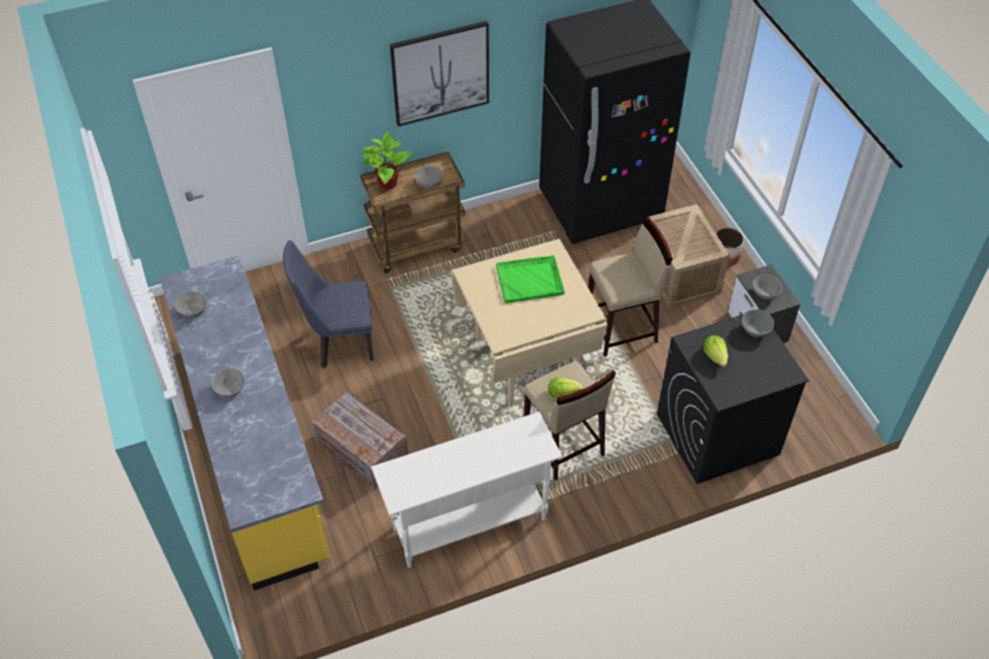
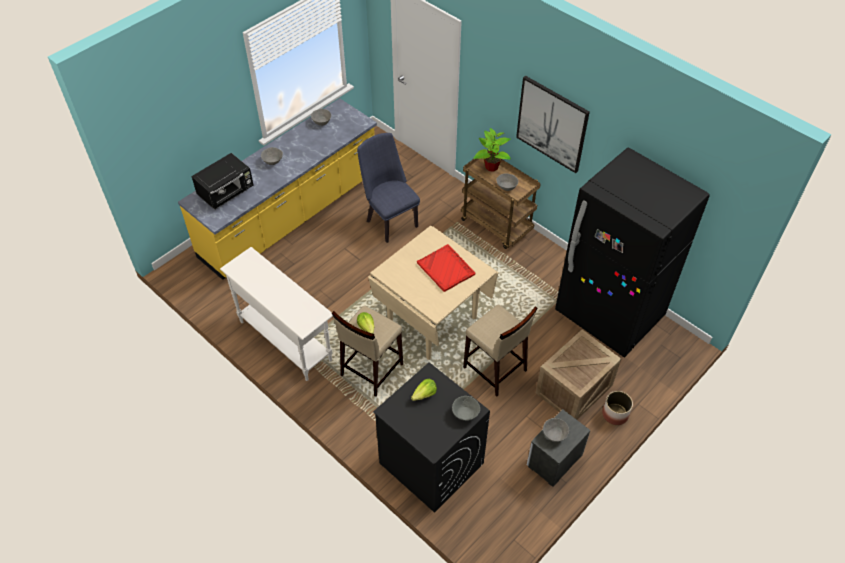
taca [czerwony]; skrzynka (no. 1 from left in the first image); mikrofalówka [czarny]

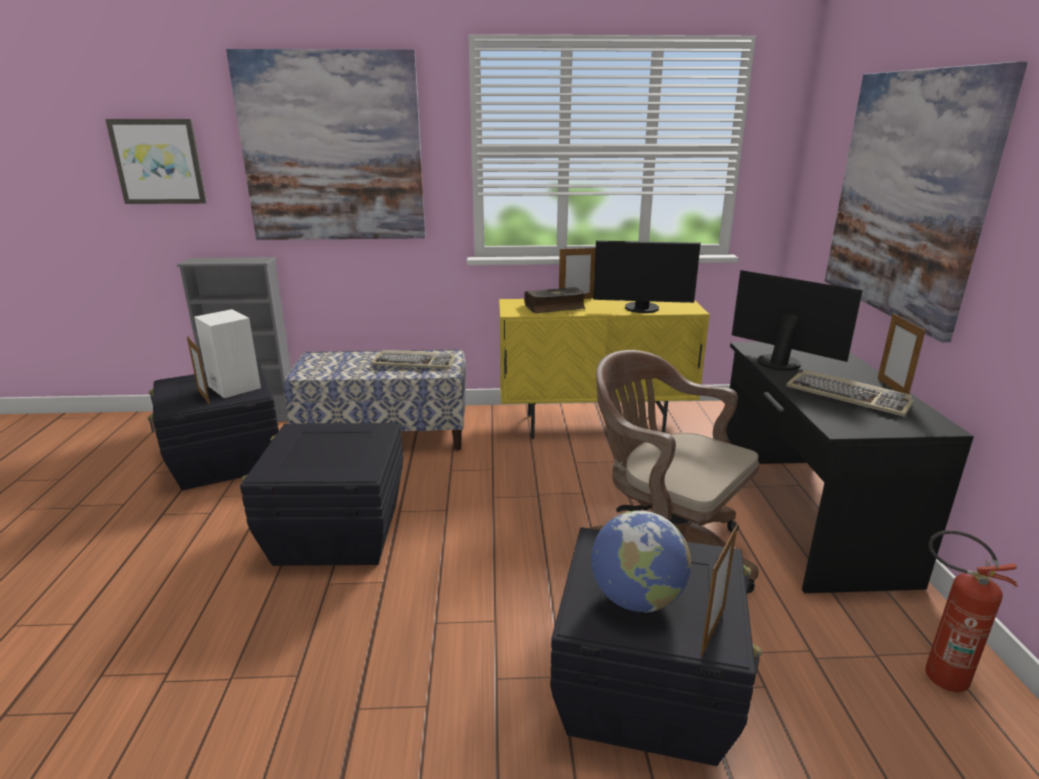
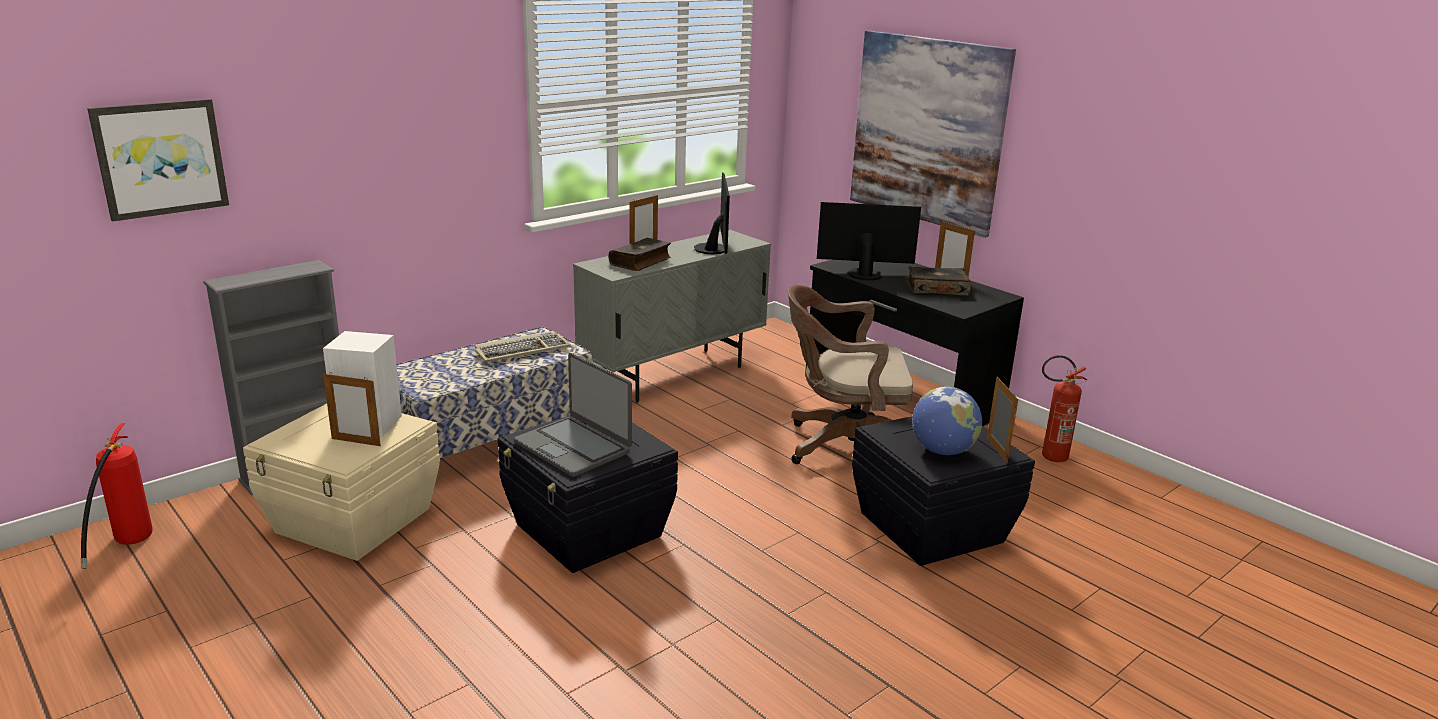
obraz (no. 2 from left in the first image); monitor (no. 1 from left); szafka [szary]; pojemnik do przechowywania [beżowy]; książka (no. 2 from left); laptop; gaśnica (no. 1 from left)

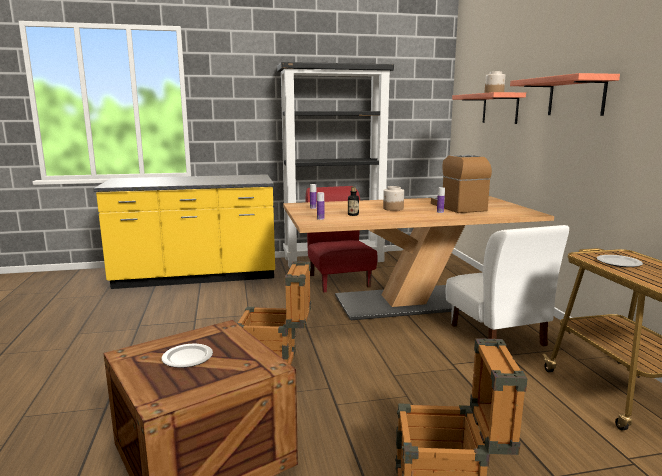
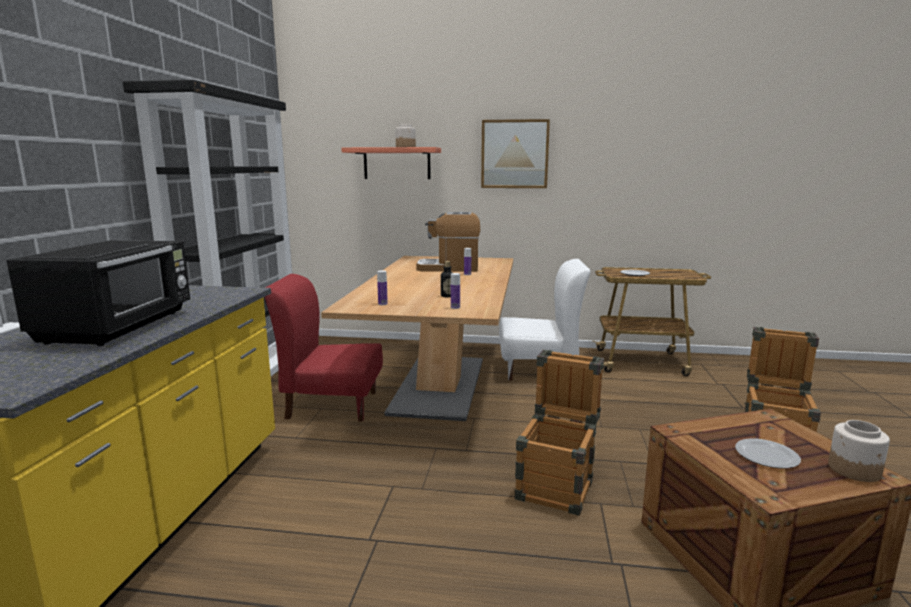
obraz; słoik (no. 2 from left); mikrofalówka [czarny]

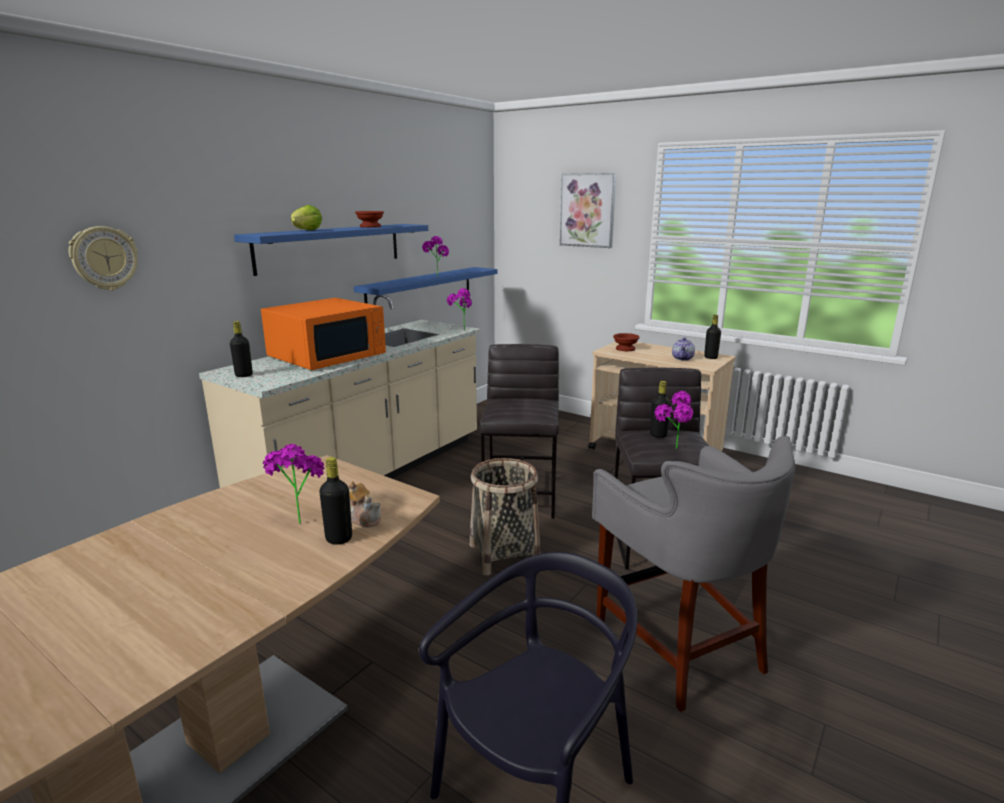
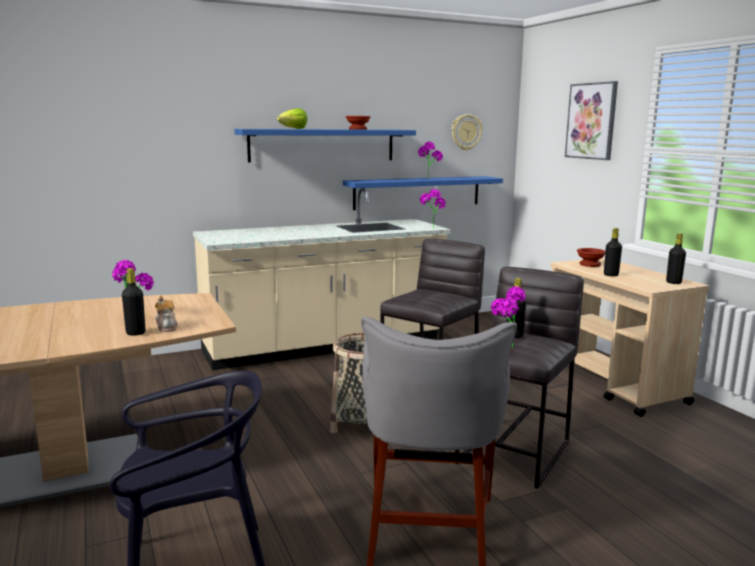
zegar ścienny; mikrofalówka [pomarańczowy]; butelka [czarny] (no. 3 from left); imbryk (no. 2 from left in the first image)

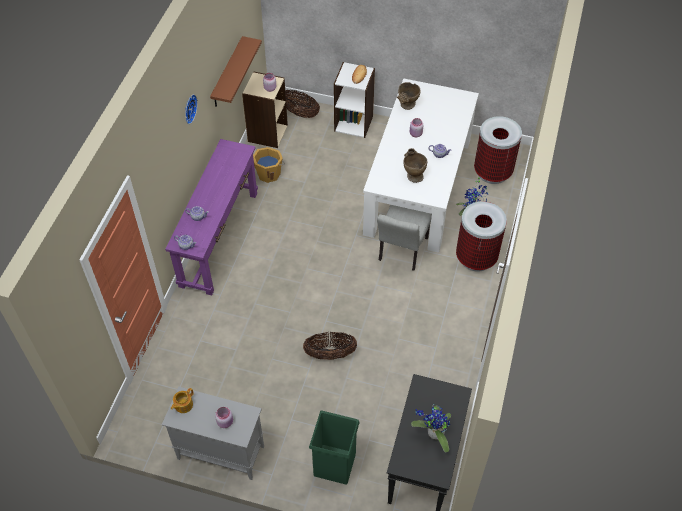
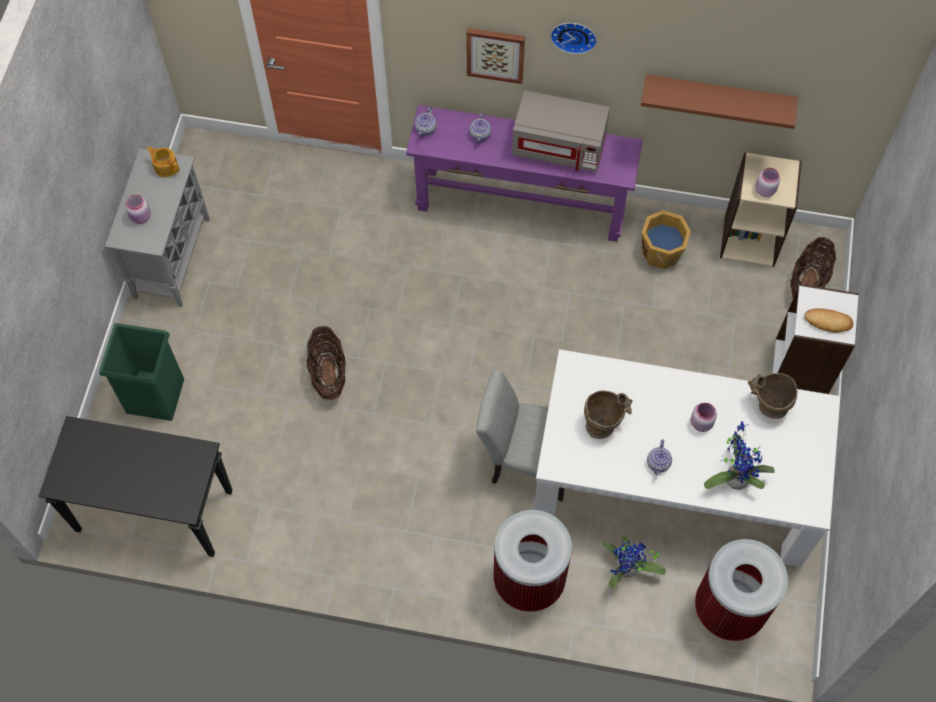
roślina doniczkowa (no. 2 from left); obraz; mikrofalówka [szary]

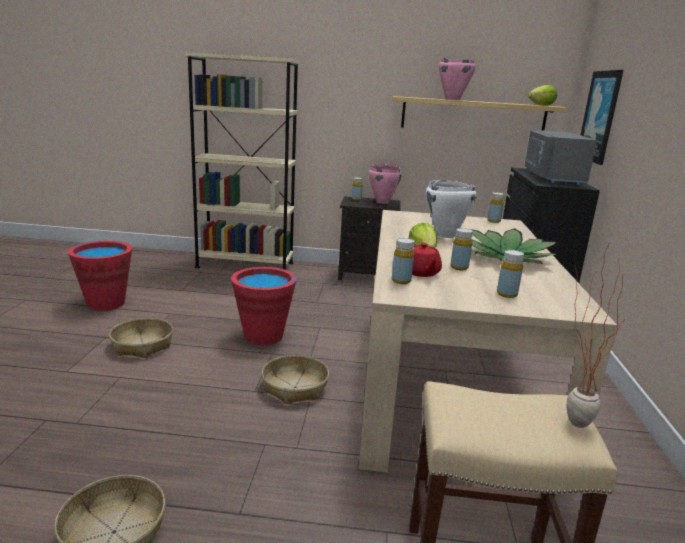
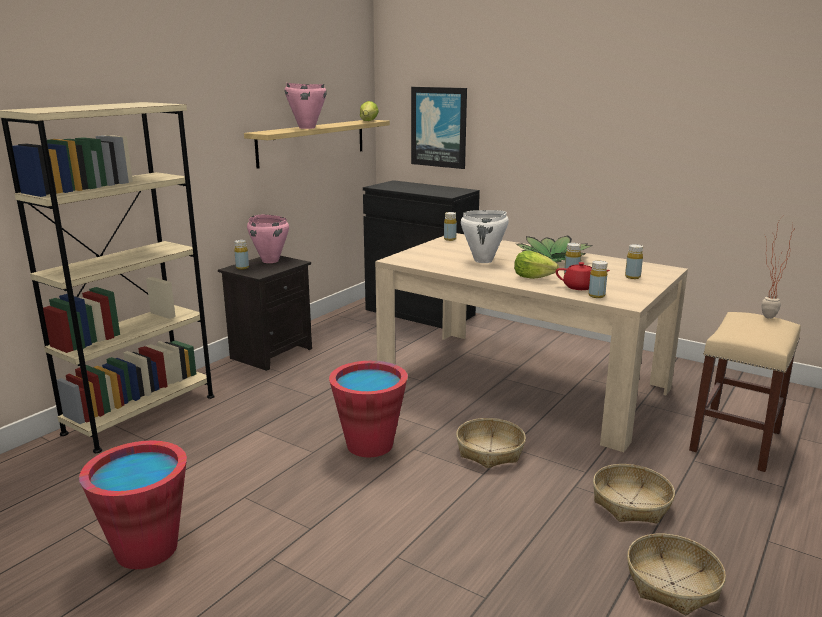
mikrofalówka [szary]; koszyk (no. 2 from left)

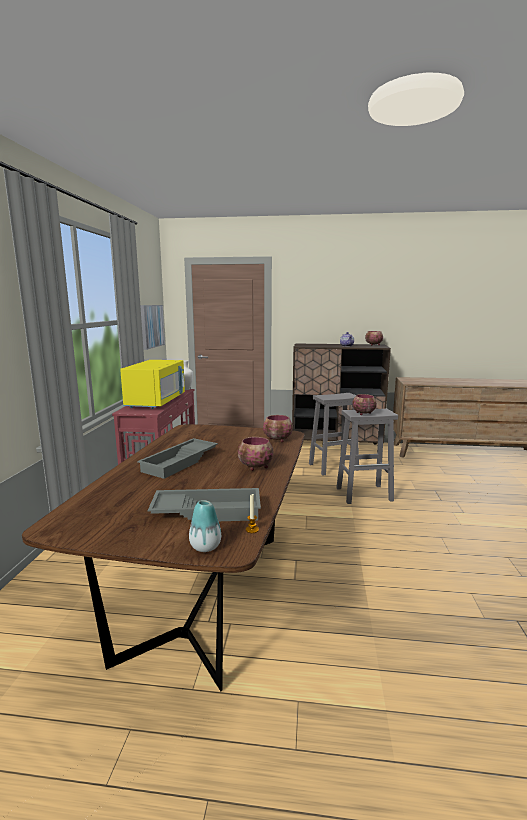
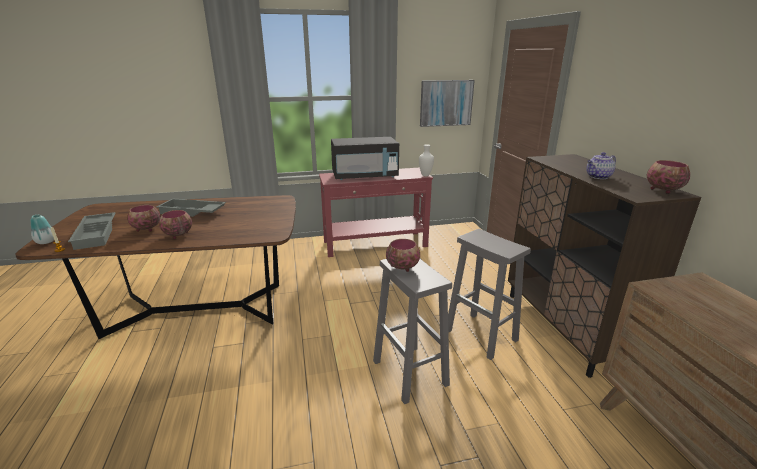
mikrofalówka [czarny]; miska (no. 1 from left)

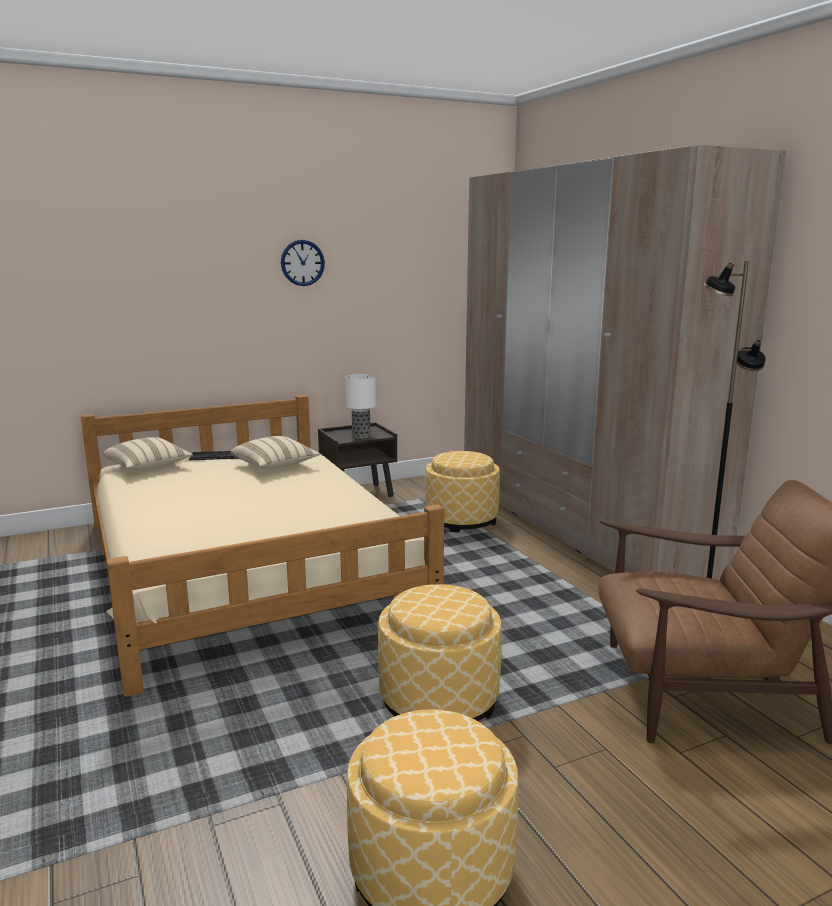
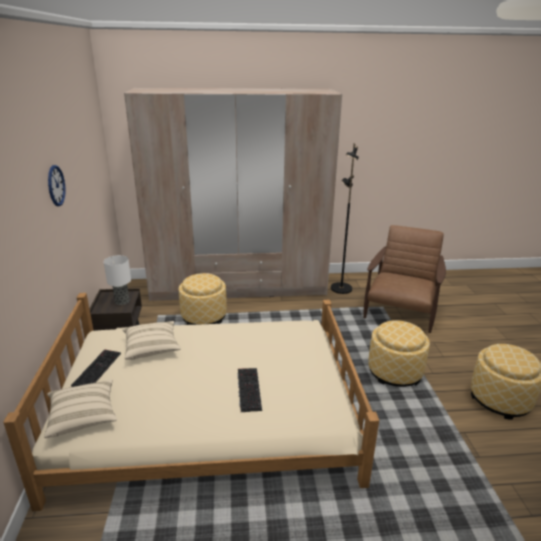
klawiatura (no. 2 from left)

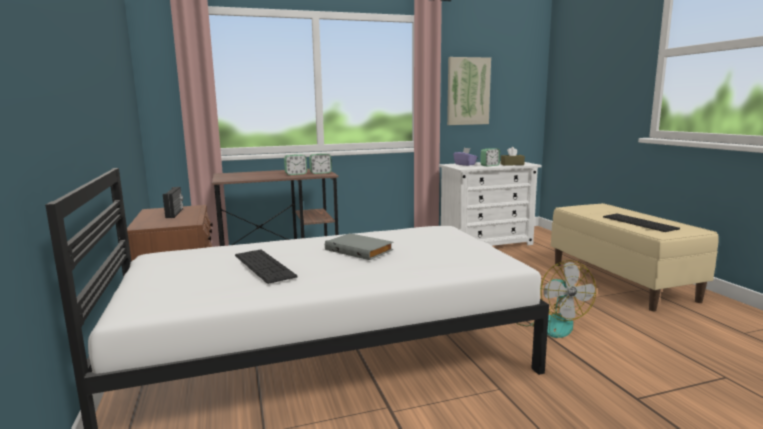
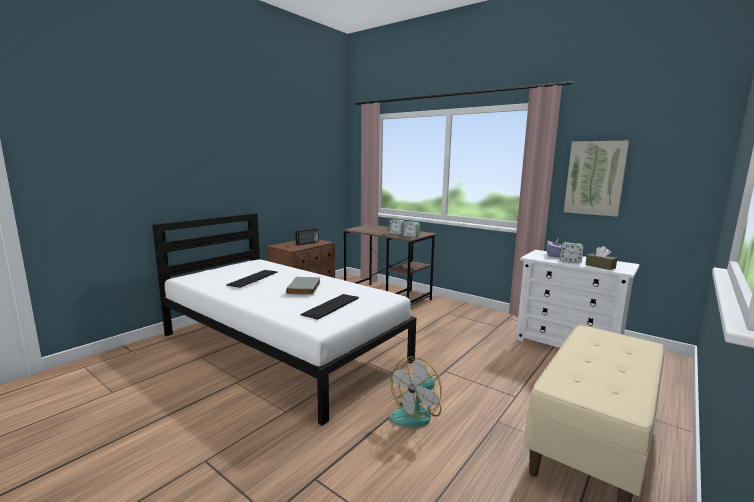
klawiatura (no. 2 from left)

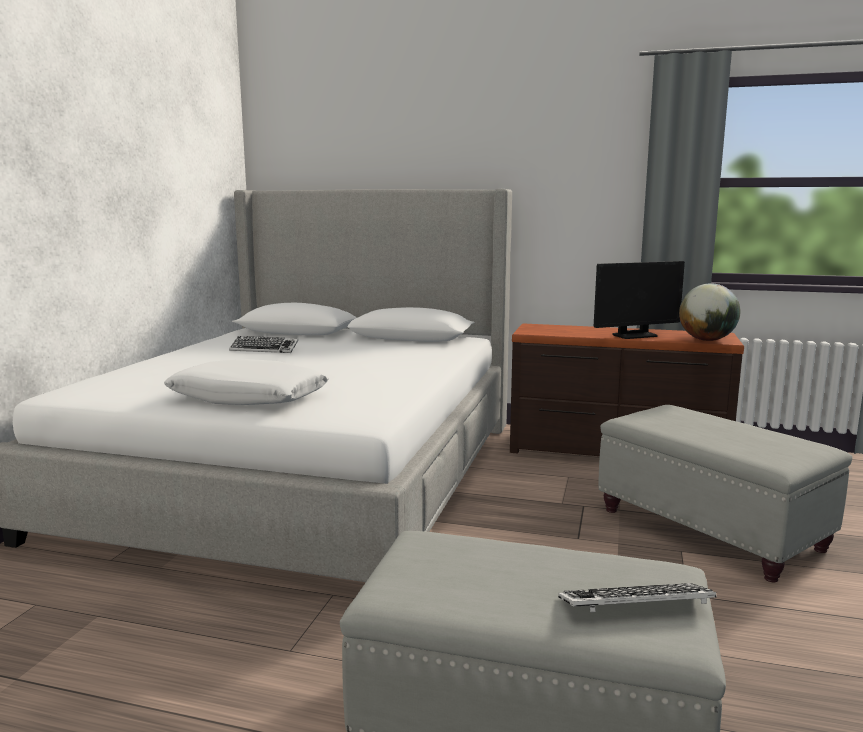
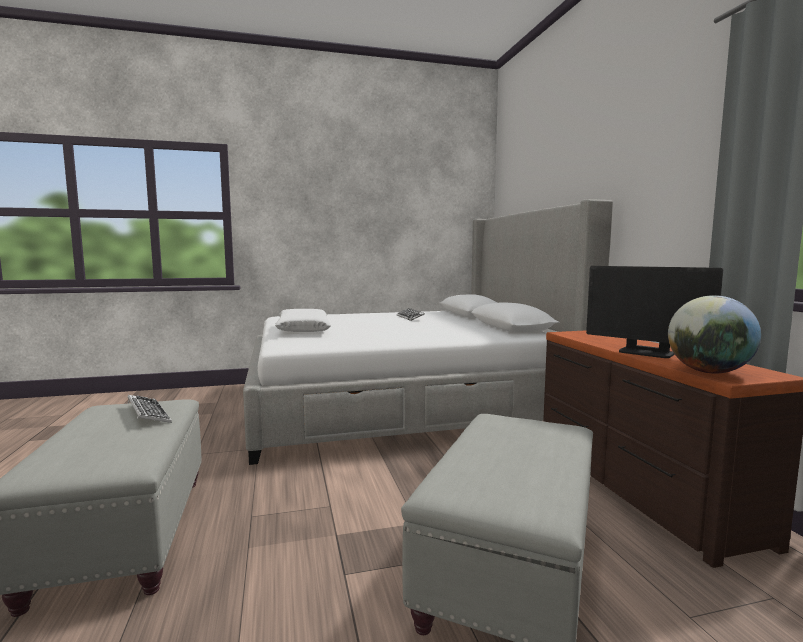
klawiatura (no. 1 from left)

